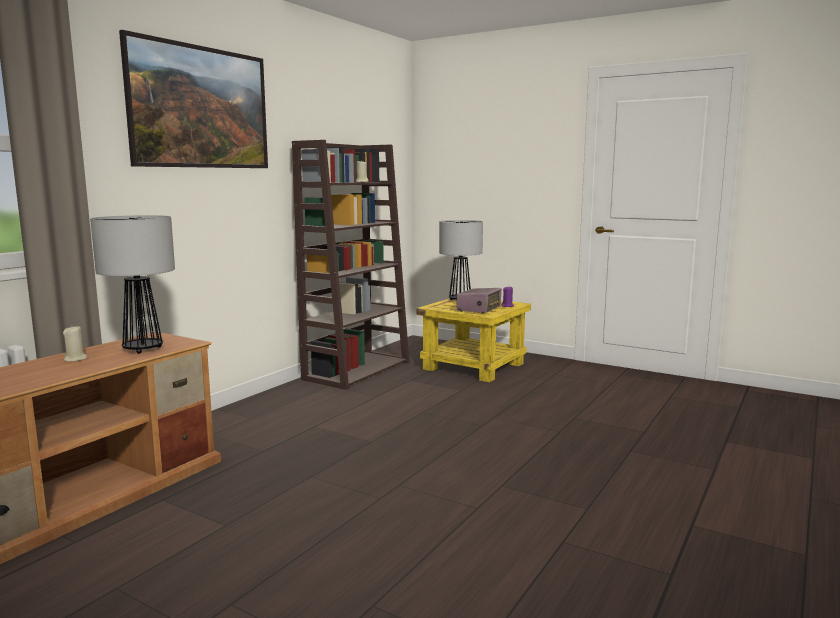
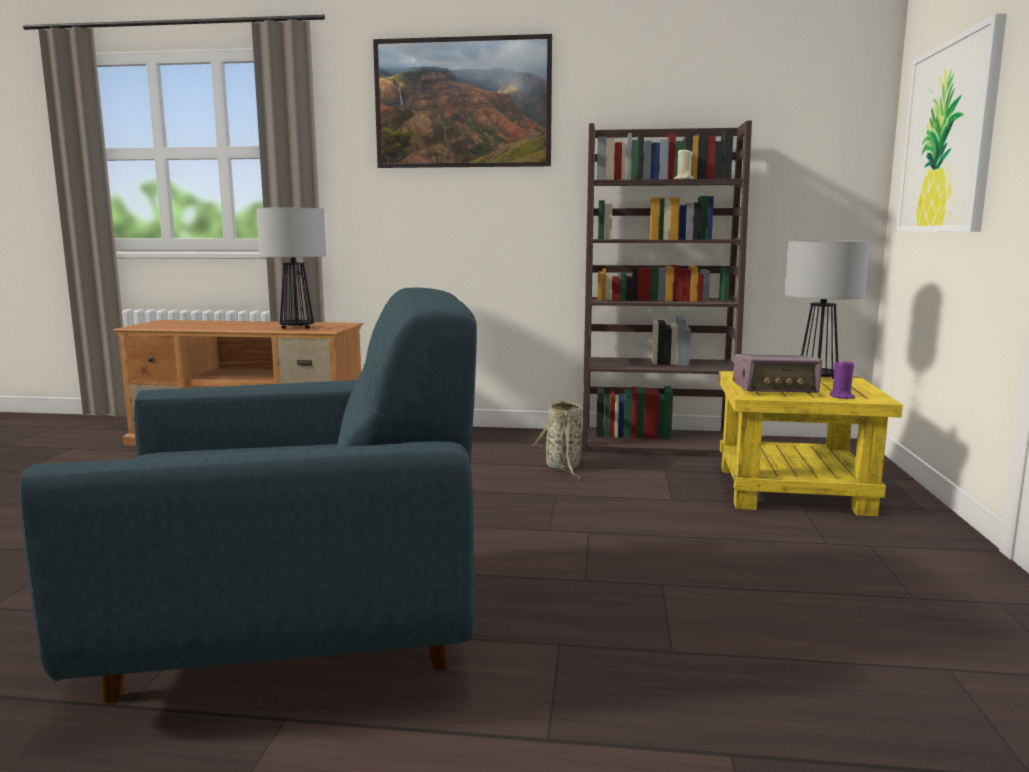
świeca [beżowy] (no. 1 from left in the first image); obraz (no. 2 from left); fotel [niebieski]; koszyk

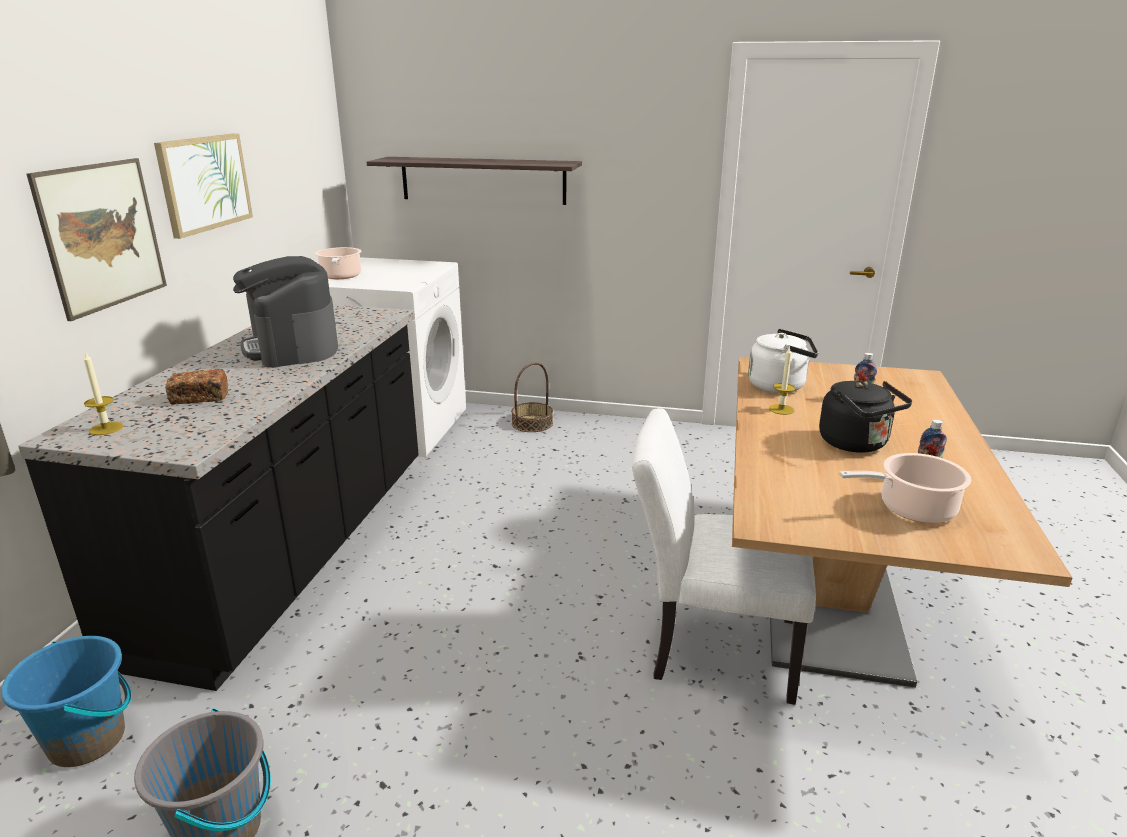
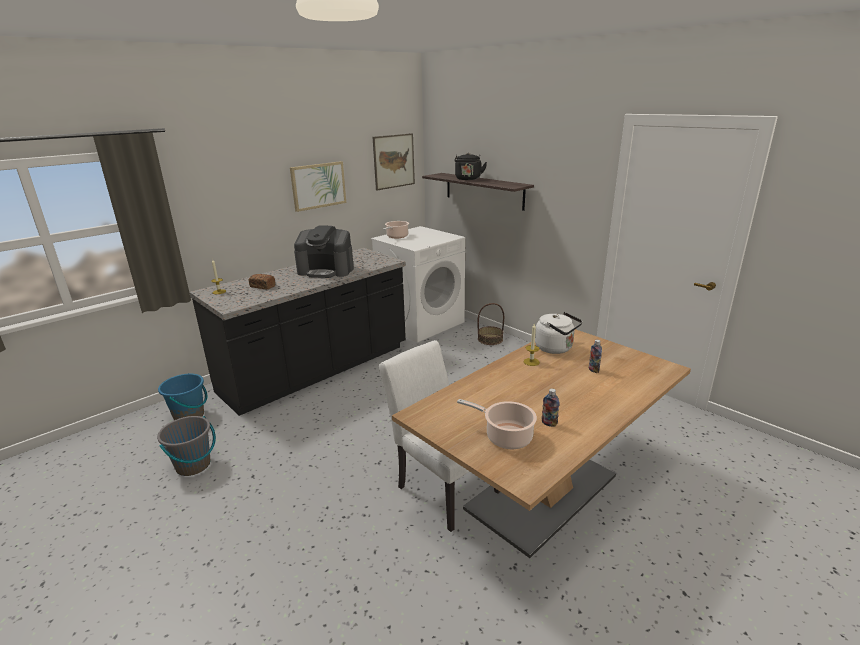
obraz (no. 2 from left); ekspres do kawy; czajnik [czarny]

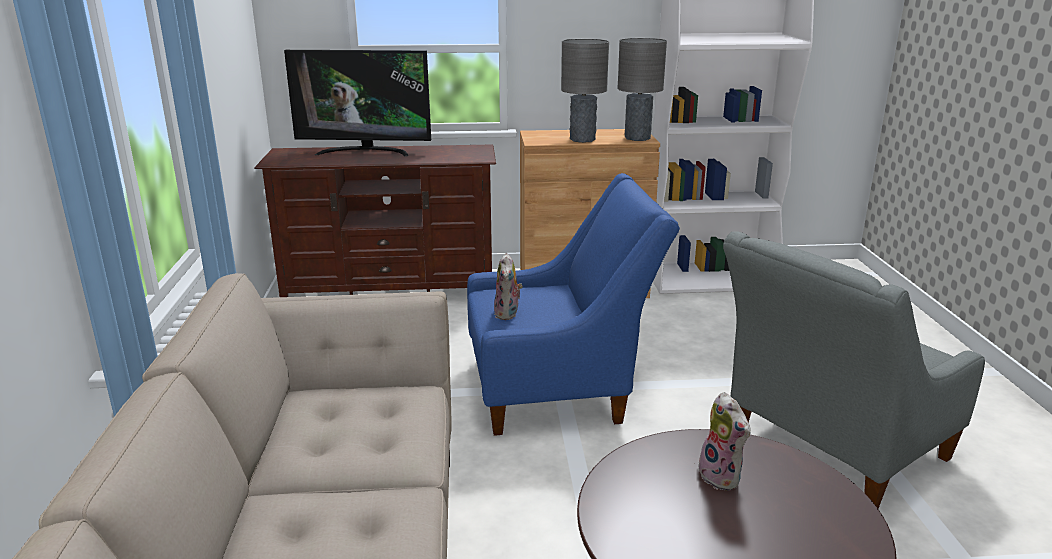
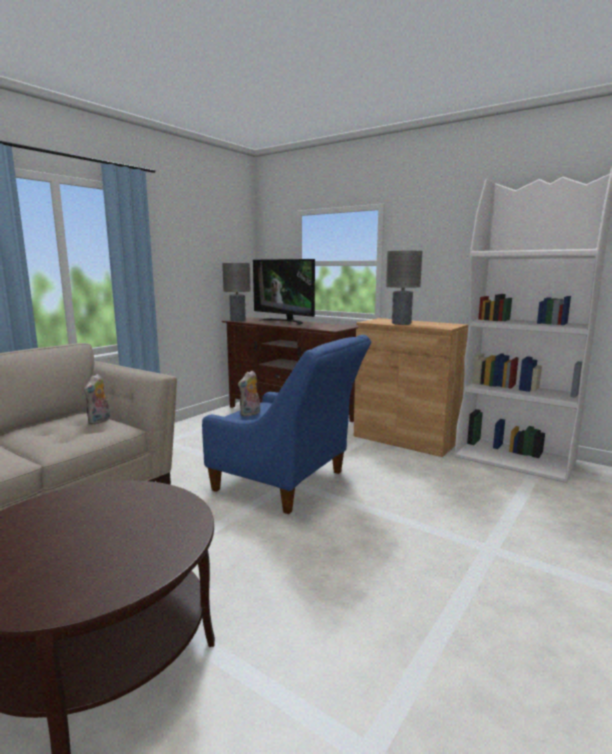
lampa stołowa [szary] (no. 1 from left); fotel [szary]; pluszak (no. 1 from left)

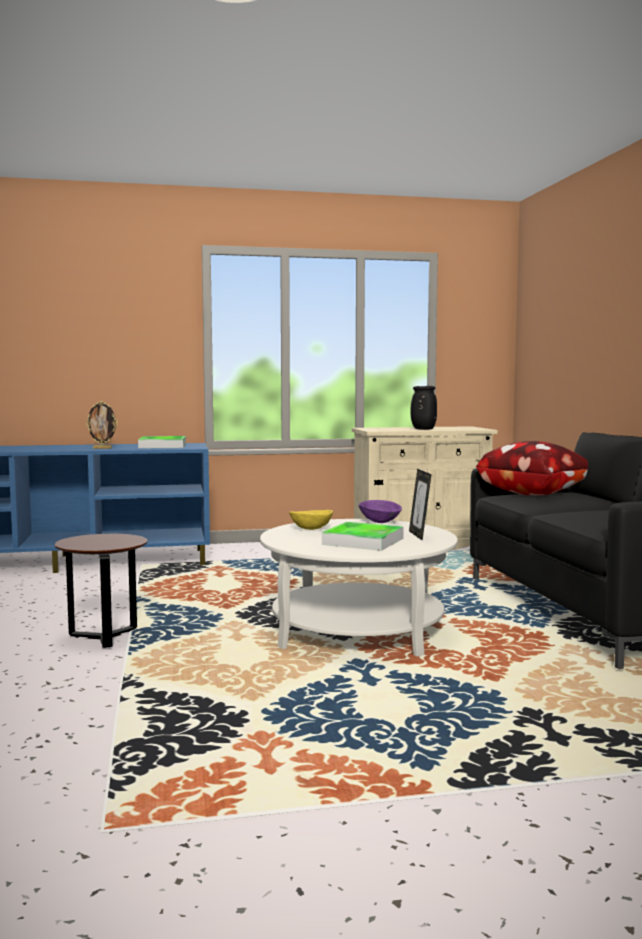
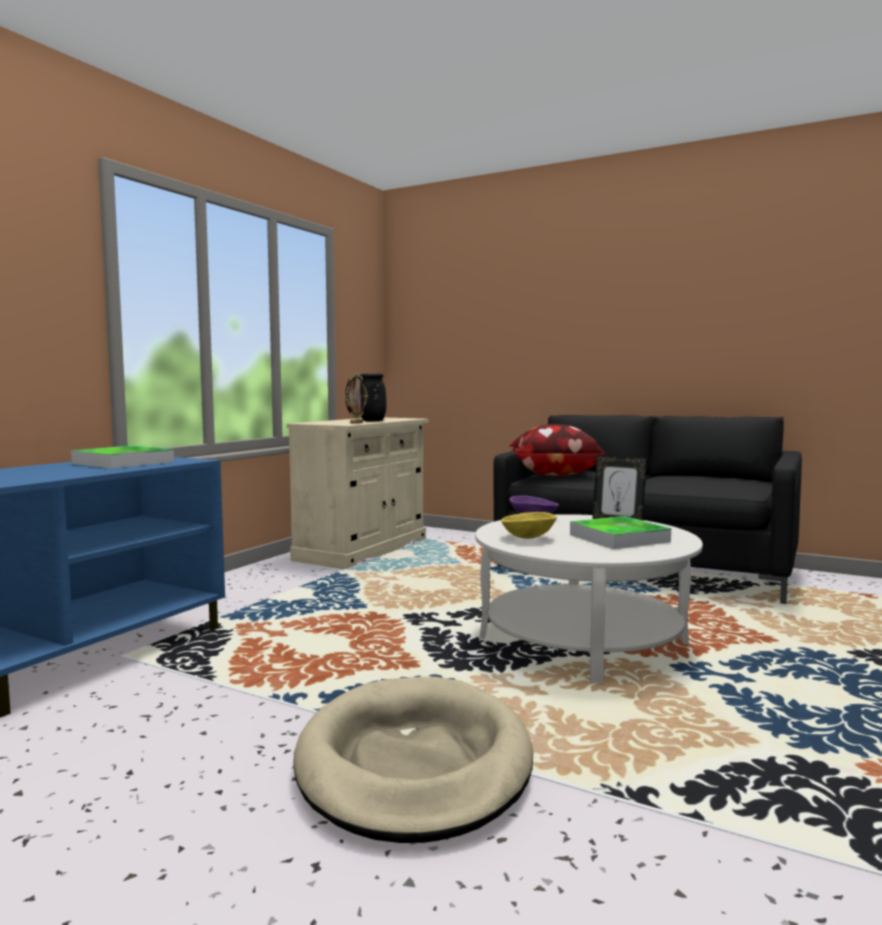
ramka na zdjęcie (no. 1 from left); legowisko [beżowy]

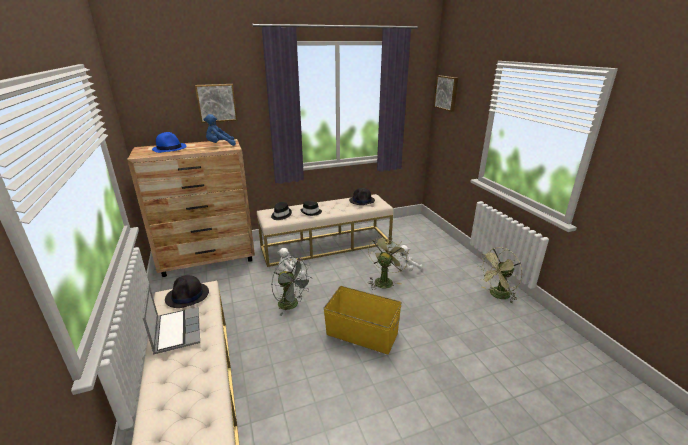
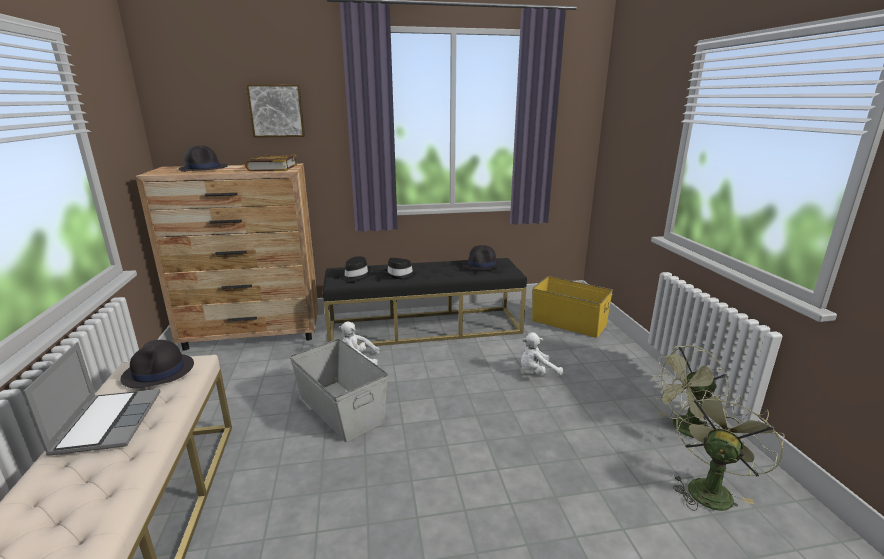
obraz (no. 2 from left in the first image); książka; kapelusz [czarny] (no. 2 from left); ławka [czarny]; wentylator [zielony] (no. 2 from left); pojemnik do przechowywania [szary]; pojemnik do przechowywania [żółty]

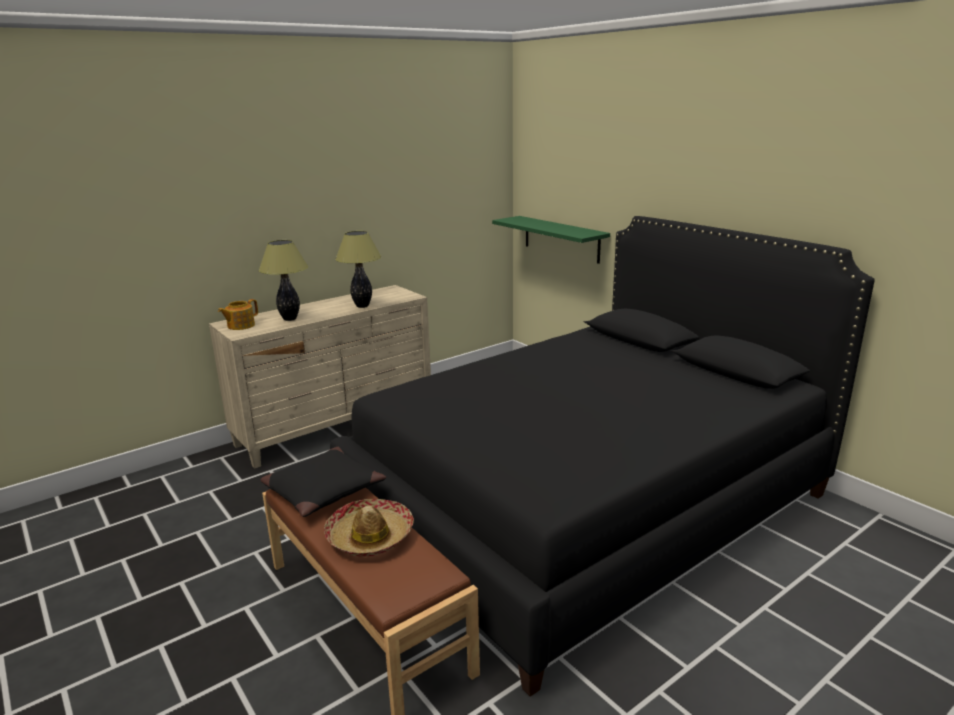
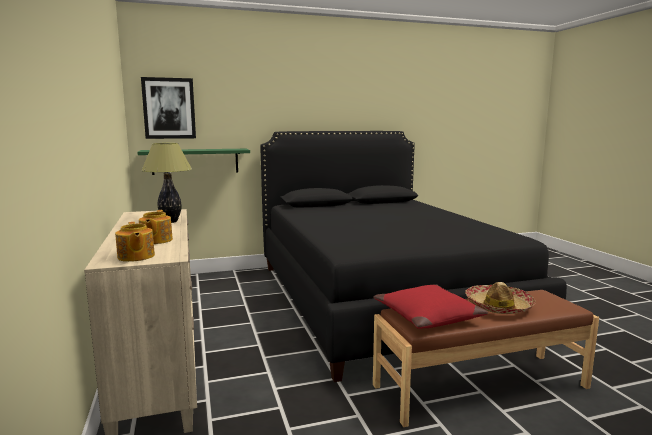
imbryk (no. 2 from left); poduszka [czerwony]; obraz

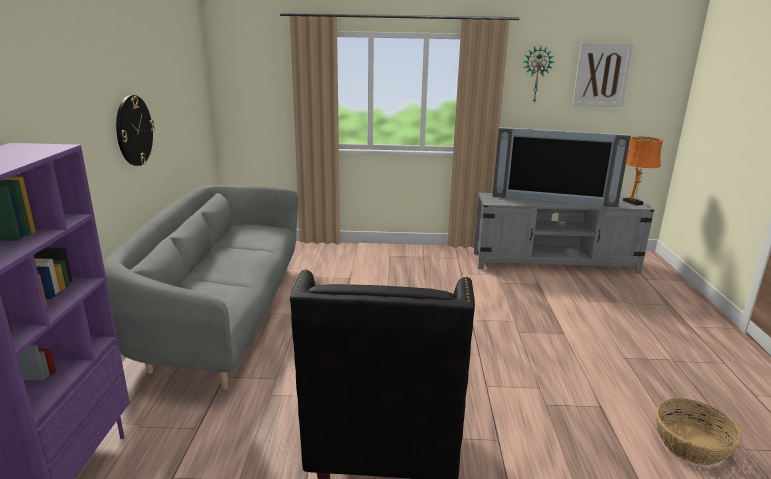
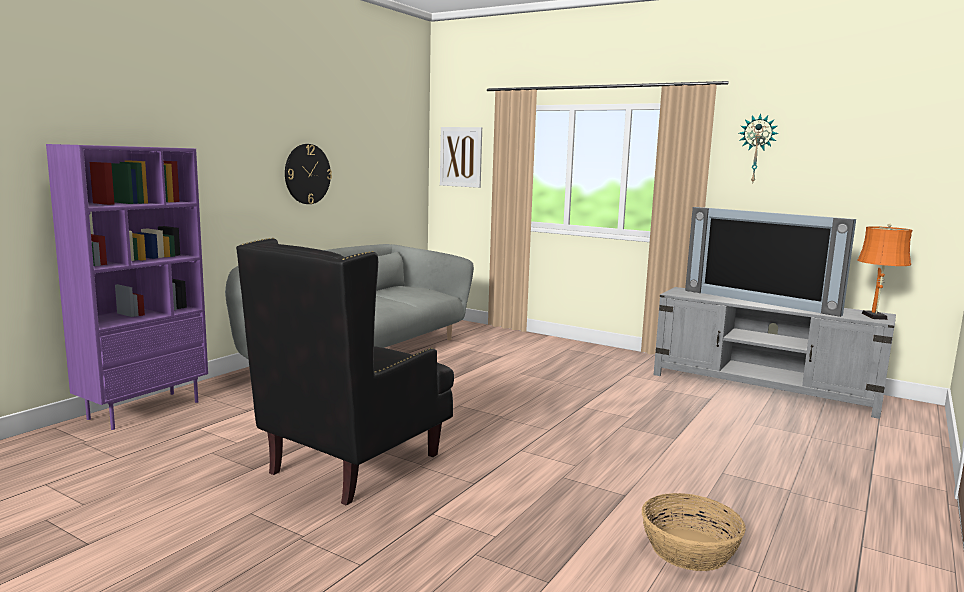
obraz

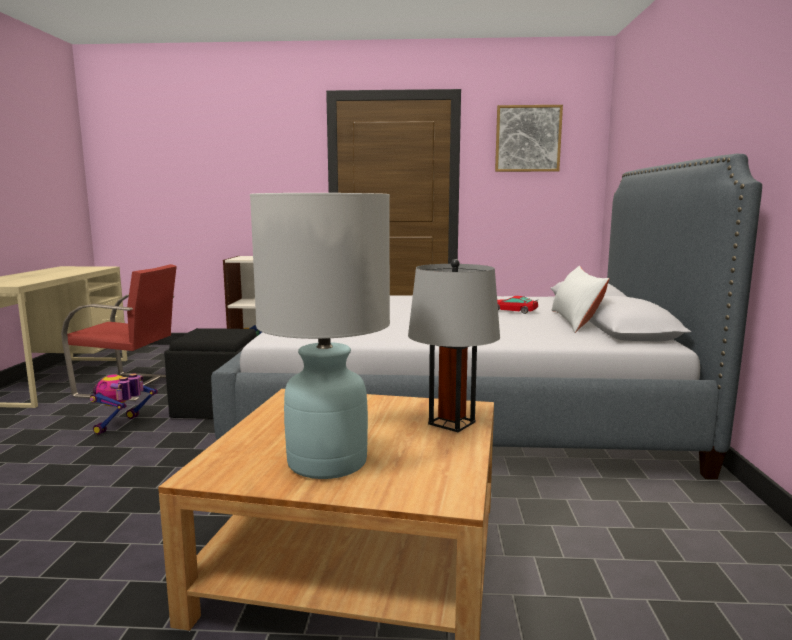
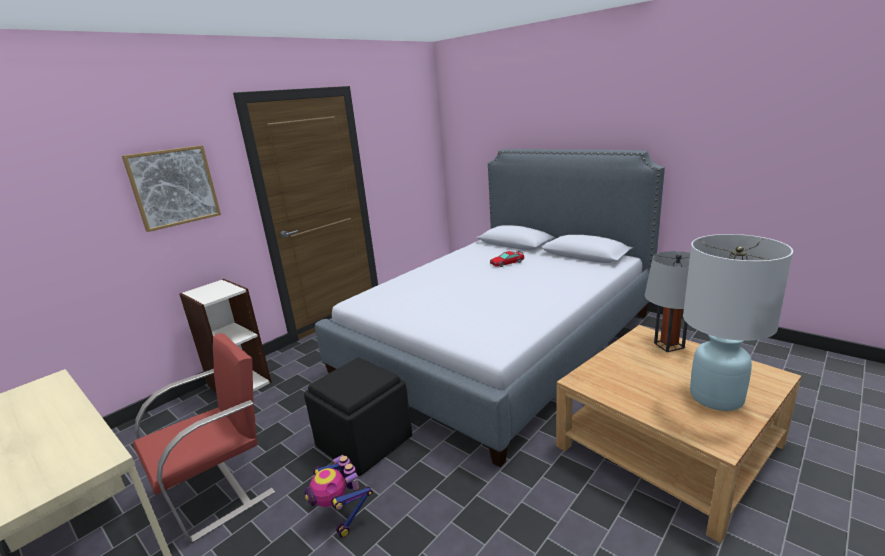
obraz; poduszka [biały]

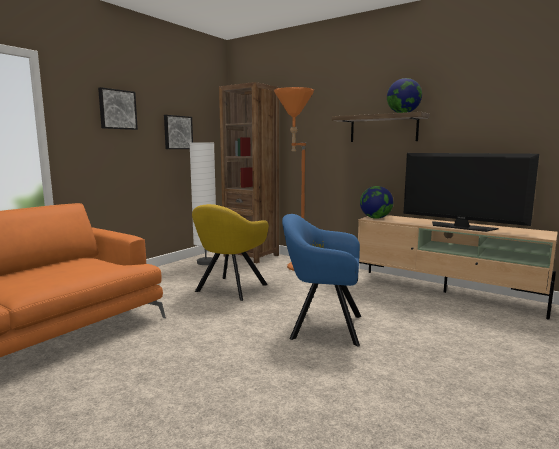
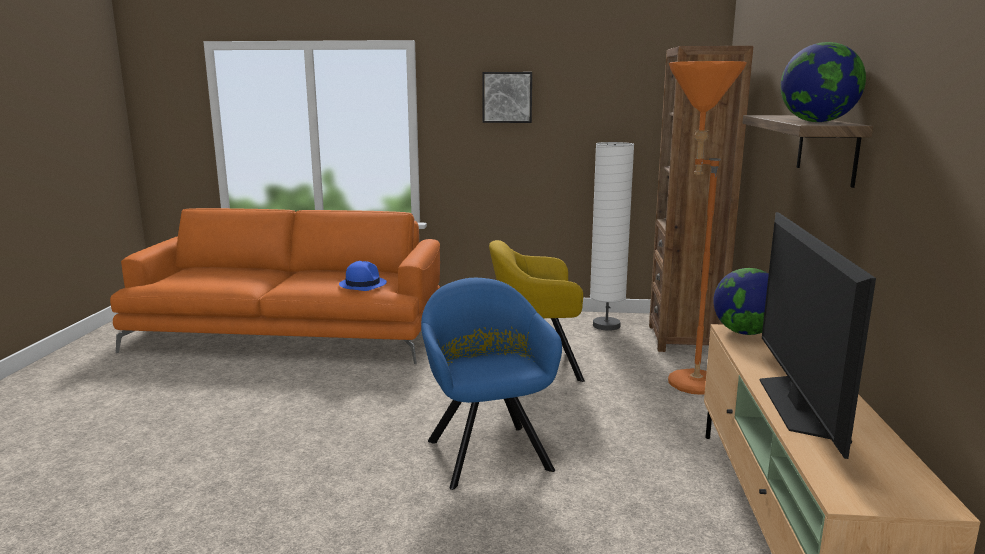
obraz (no. 2 from left in the first image); kapelusz [niebieski]

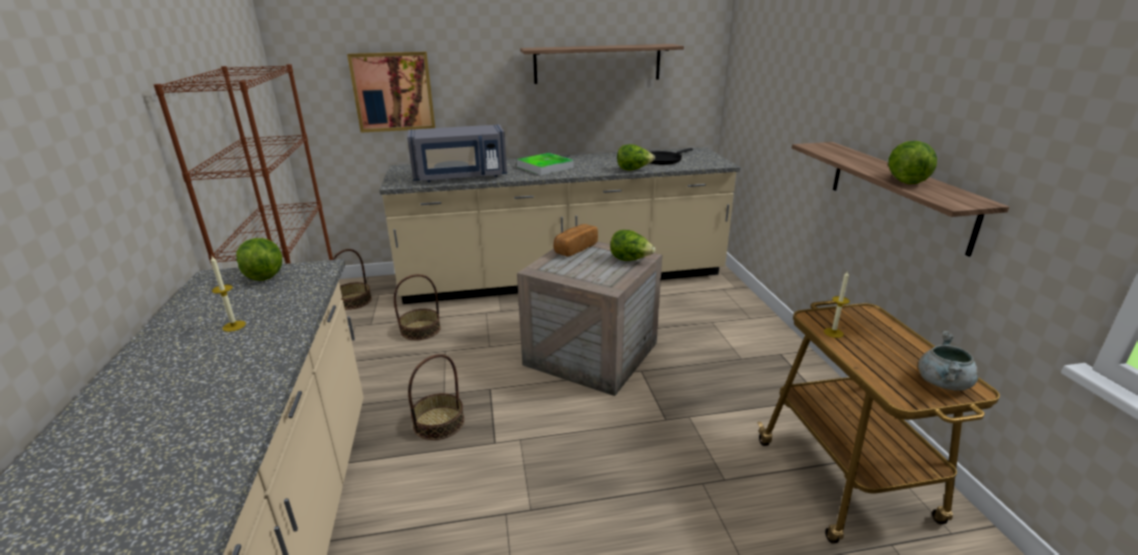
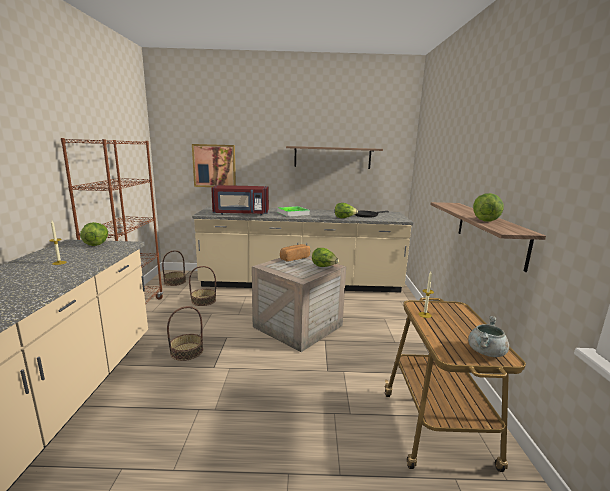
mikrofalówka [czerwony]

